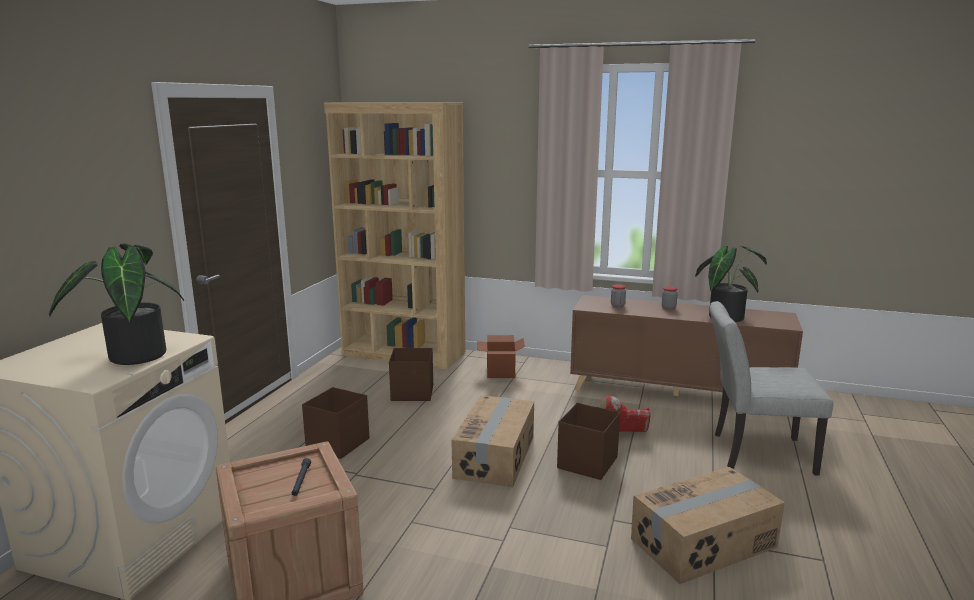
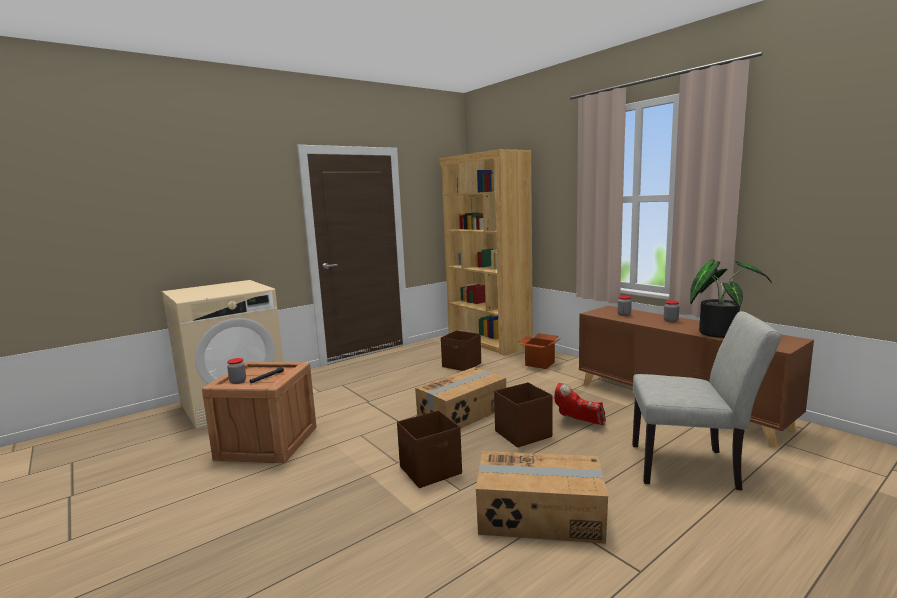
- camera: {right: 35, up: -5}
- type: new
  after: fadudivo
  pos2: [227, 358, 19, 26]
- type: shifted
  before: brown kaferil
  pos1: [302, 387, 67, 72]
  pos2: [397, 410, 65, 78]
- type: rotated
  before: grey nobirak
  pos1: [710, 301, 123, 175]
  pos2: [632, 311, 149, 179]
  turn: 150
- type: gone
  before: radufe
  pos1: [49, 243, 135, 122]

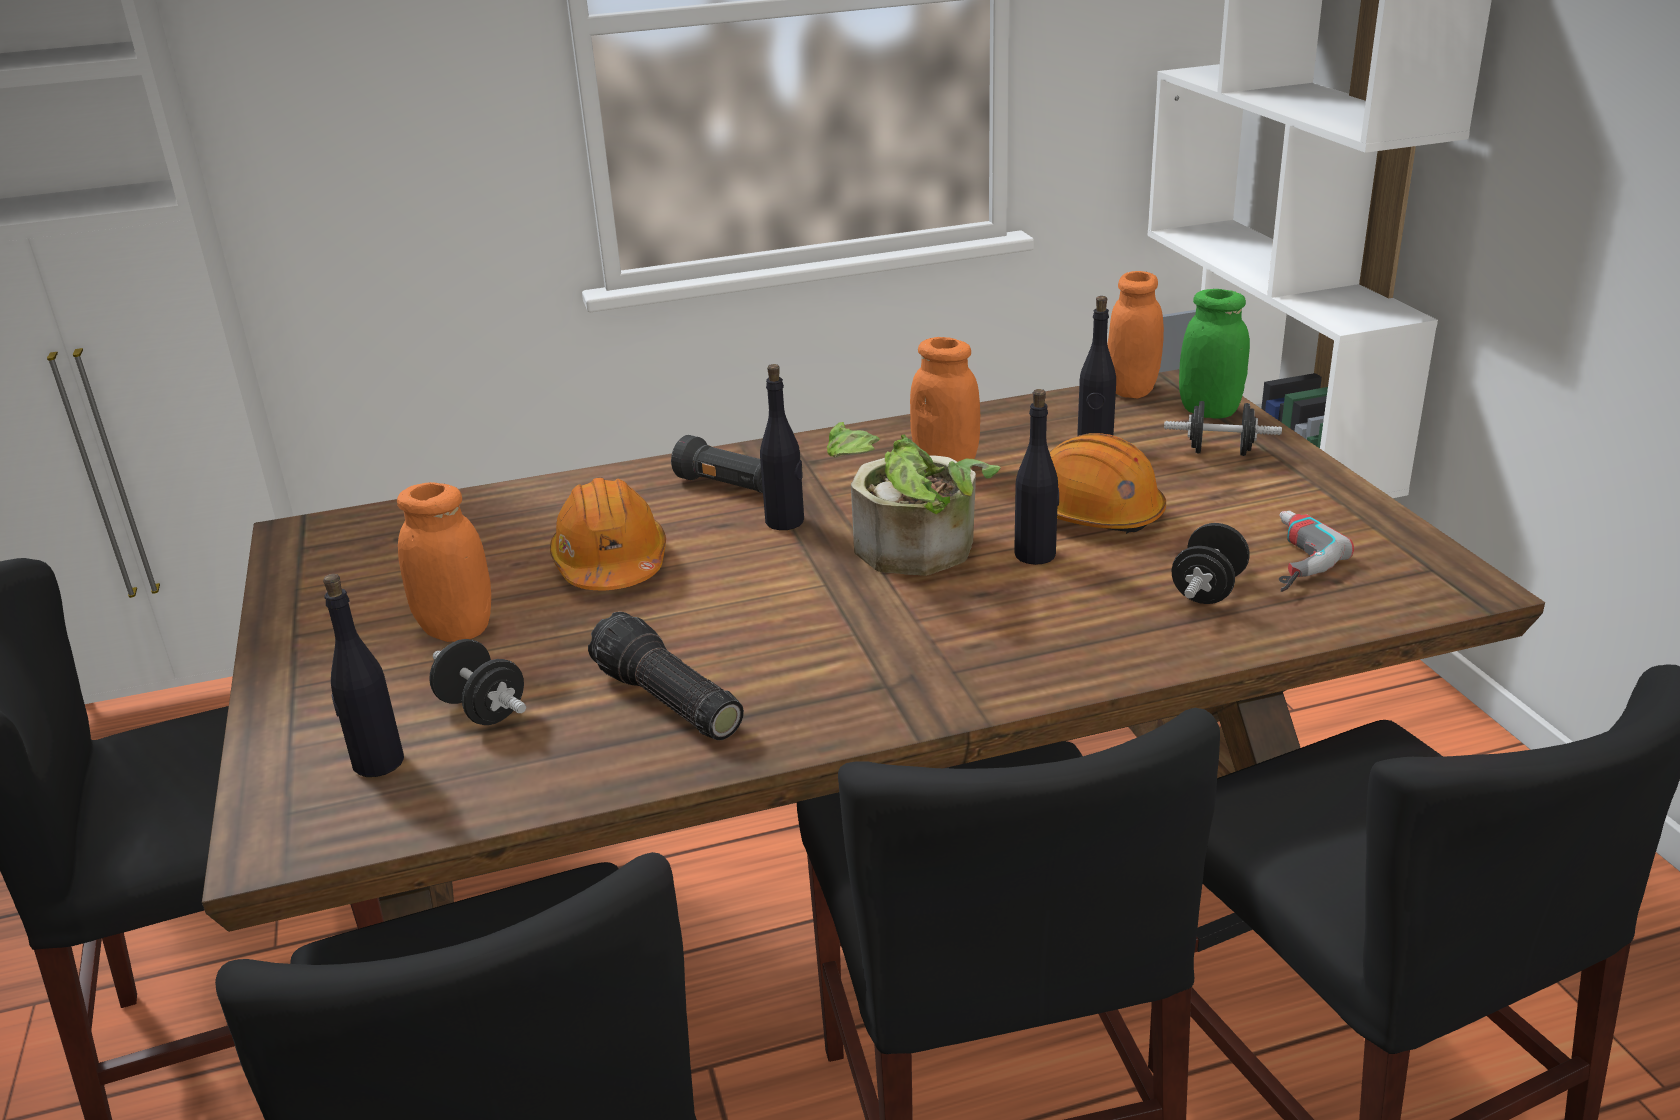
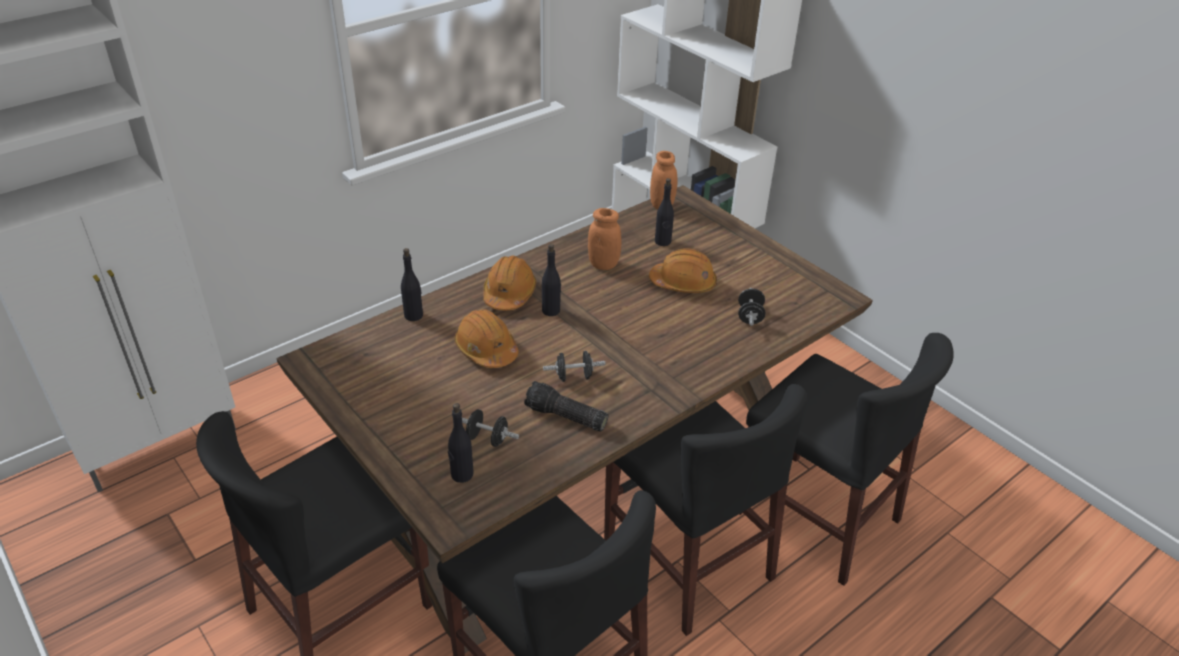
- camera: {right: -25, up: 10}
- type: shifted
  before: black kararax
  pos1: [1014, 389, 45, 176]
  pos2: [401, 248, 22, 73]
- type: swapped
  before: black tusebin
  after: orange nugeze
  pos1: [671, 435, 92, 58]
  pos2: [483, 256, 53, 54]
- type: shifted
  before: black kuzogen
  pos1: [1164, 401, 118, 55]
  pos2: [543, 351, 63, 31]
- type: gone
  before: orange fadudivo
  pos1: [397, 482, 94, 160]
- type: gone
  before: radufe
  pos1: [827, 422, 174, 154]
- type: gone
  before: green fadudivo
  pos1: [1179, 289, 71, 130]
- type: gone
  before: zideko
  pos1: [1279, 511, 75, 81]

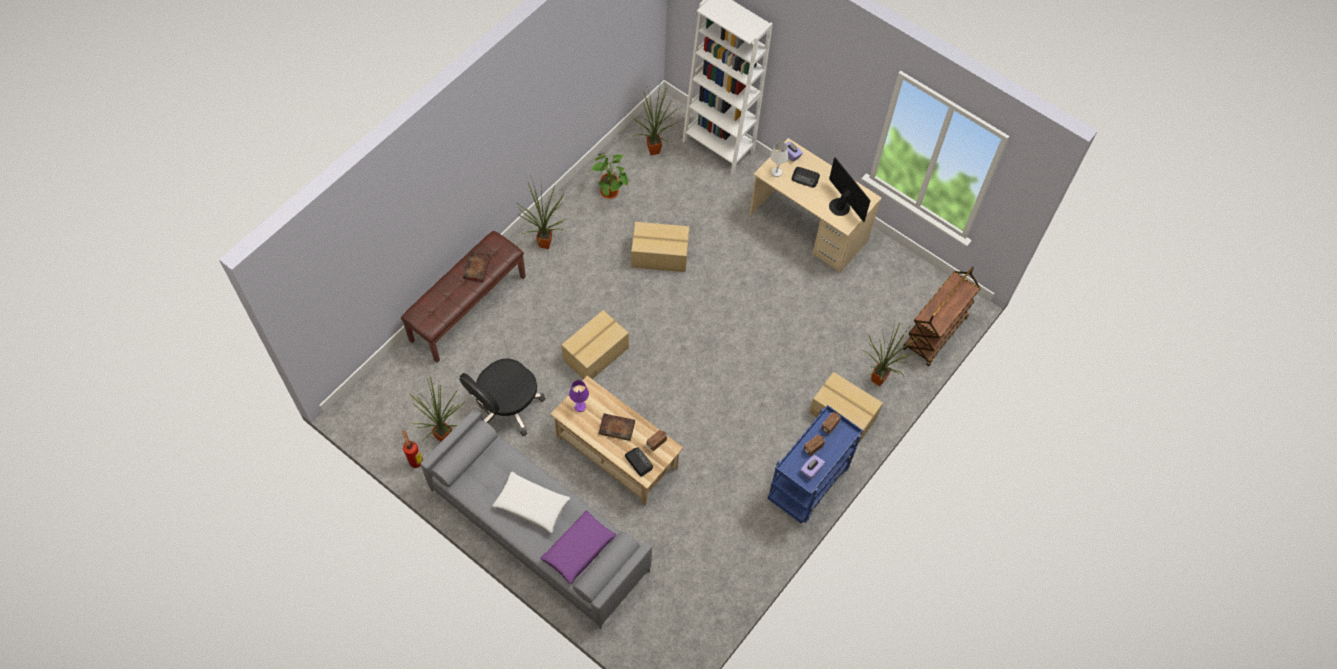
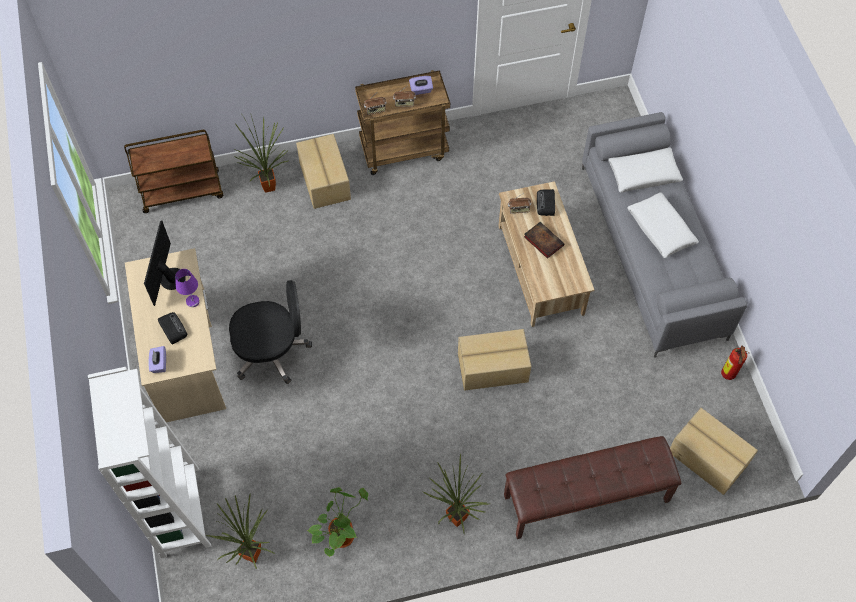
- camera: {right: -140, up: 0}
- type: shifted
  before: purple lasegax
  pos1: [569, 380, 20, 32]
  pos2: [175, 269, 25, 38]
- type: shifted
  before: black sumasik
  pos1: [459, 359, 87, 77]
  pos2: [229, 280, 83, 104]
- type: repainted
  before: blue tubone
  after: brown tubone
  pos1: [767, 405, 96, 119]
  pos2: [355, 70, 95, 105]
- type: repainted
  before: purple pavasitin
  after: white pavasitin
  pos1: [540, 510, 76, 74]
  pos2: [608, 148, 75, 44]
- type: shifted
  before: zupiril
  pos1: [631, 222, 59, 50]
  pos2: [670, 408, 88, 87]
- type: gone
  before: radufe
  pos1: [410, 376, 55, 66]
- type: gone
  before: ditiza
  pos1: [463, 251, 28, 32]
- type: gone
  before: white lasegax
  pos1: [770, 142, 18, 35]

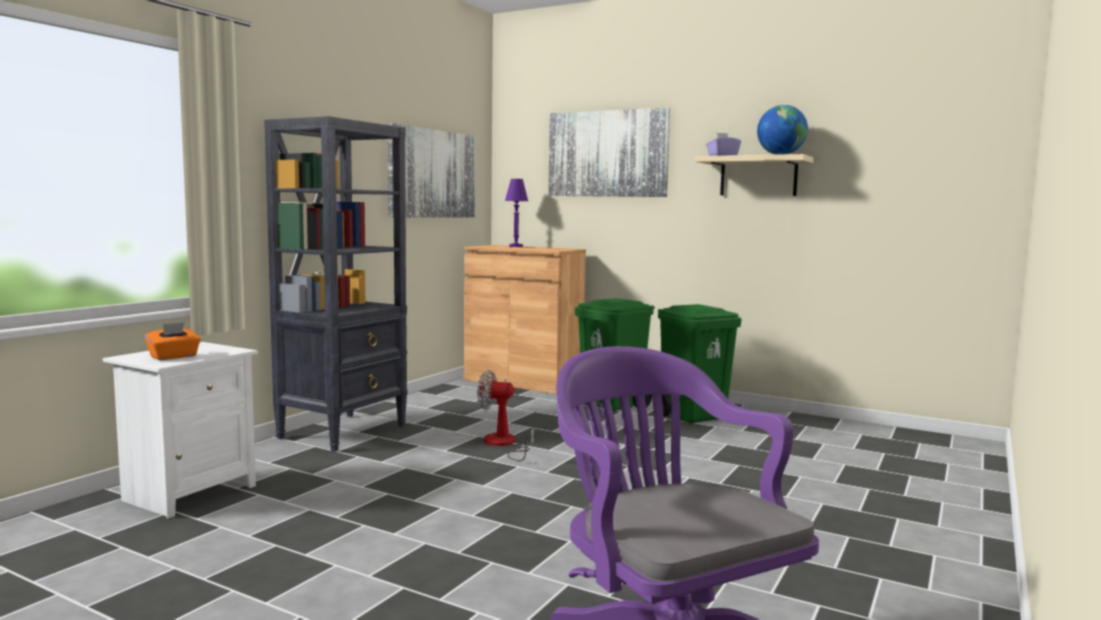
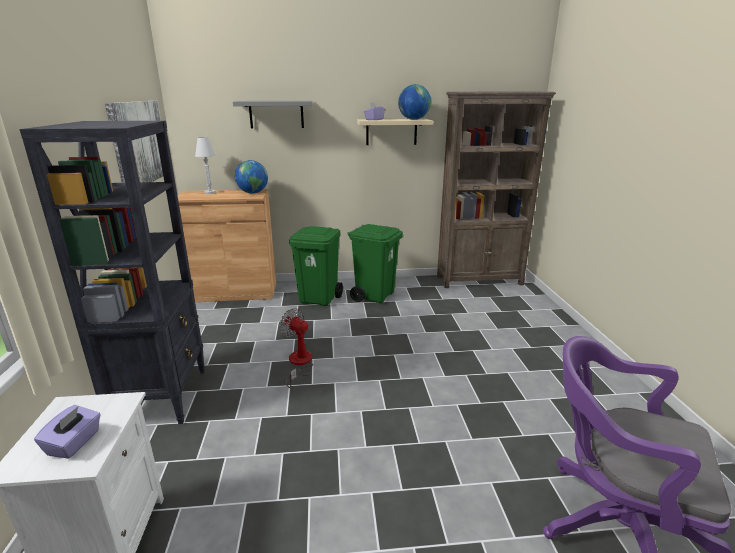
- camera: {right: -35, up: 15}
- type: repainted
  before: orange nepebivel
  after: purple nepebivel
  pos1: [145, 322, 56, 38]
  pos2: [34, 405, 67, 54]
- type: repainted
  before: purple lasegax
  after: white lasegax
  pos1: [505, 179, 23, 68]
  pos2: [195, 137, 21, 57]
- type: swapped
  before: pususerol
  after: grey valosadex
  pos1: [548, 108, 122, 89]
  pos2: [233, 101, 79, 28]
- type: new
  after: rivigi
  pos2: [235, 160, 33, 33]
- type: rotated
  before: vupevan
  pos1: [477, 370, 57, 91]
  pos2: [280, 308, 34, 80]
  turn: 60
- type: new
  after: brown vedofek
  pos2: [437, 92, 119, 196]

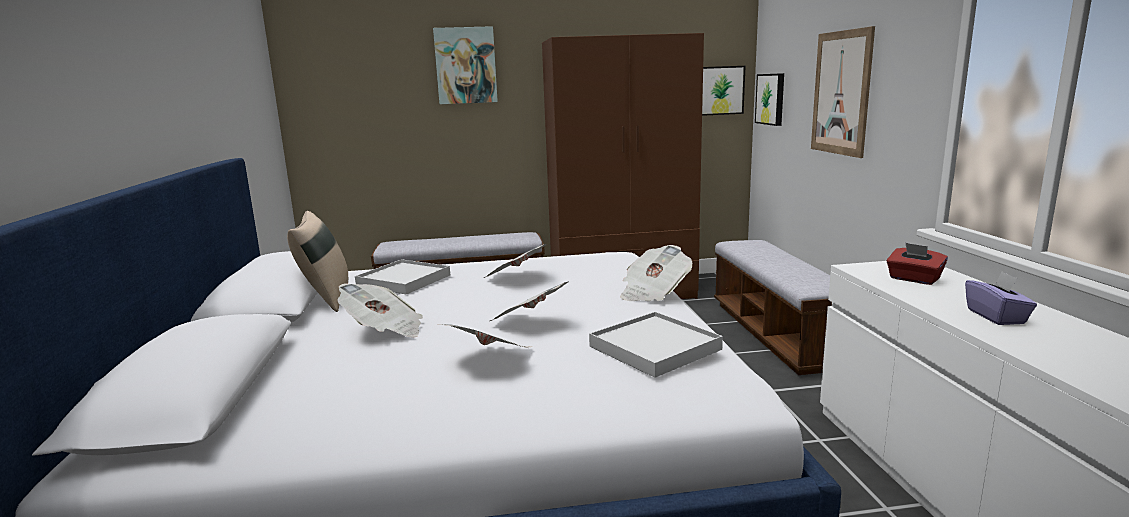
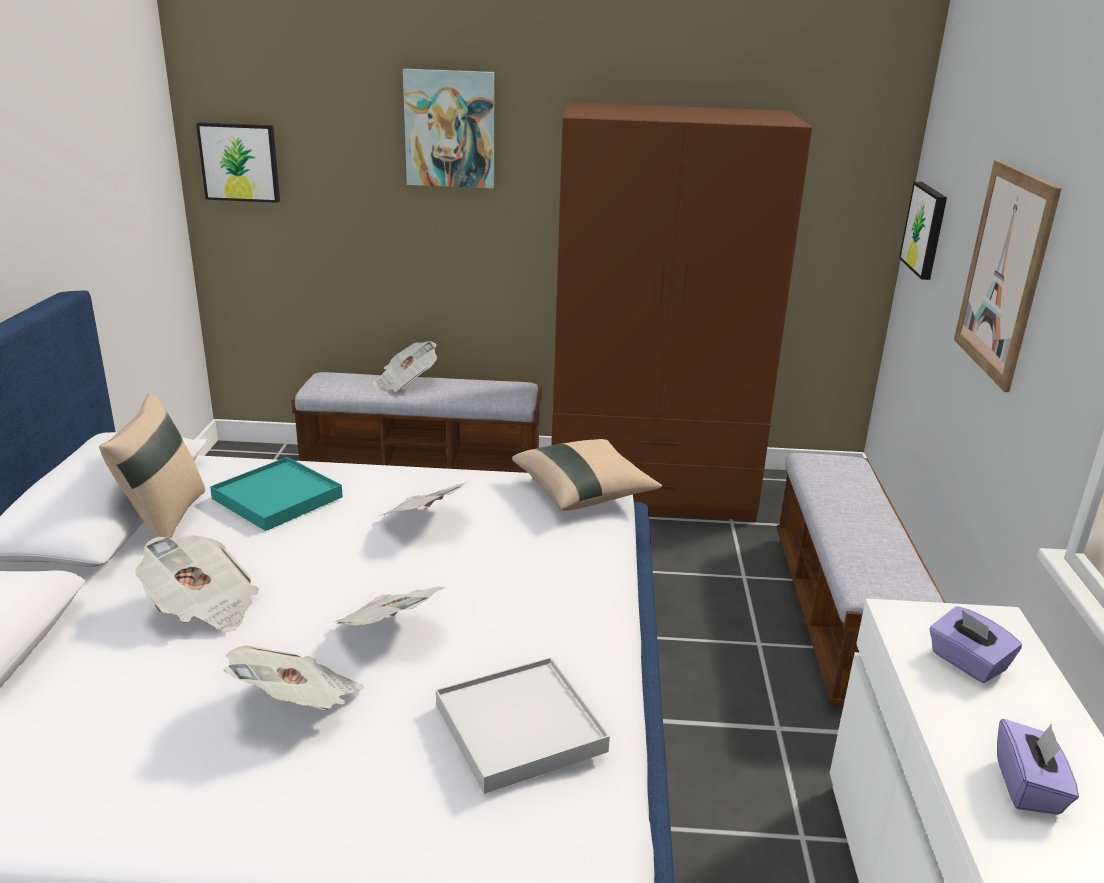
- camera: {right: 10, up: 10}
- type: shifted
  before: pususerol
  pos1: [702, 66, 44, 50]
  pos2: [196, 122, 84, 81]
- type: repainted
  before: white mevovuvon
  after: turquoise mevovuvon
  pos1: [355, 259, 95, 35]
  pos2: [210, 457, 133, 74]
- type: shifted
  before: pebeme
  pos1: [620, 245, 73, 56]
  pos2: [372, 341, 65, 50]
- type: new
  after: beige pavasitin
  pos2: [512, 439, 150, 72]
- type: repainted
  before: red nepebivel
  after: purple nepebivel
  pos1: [887, 243, 61, 42]
  pos2: [929, 606, 93, 77]

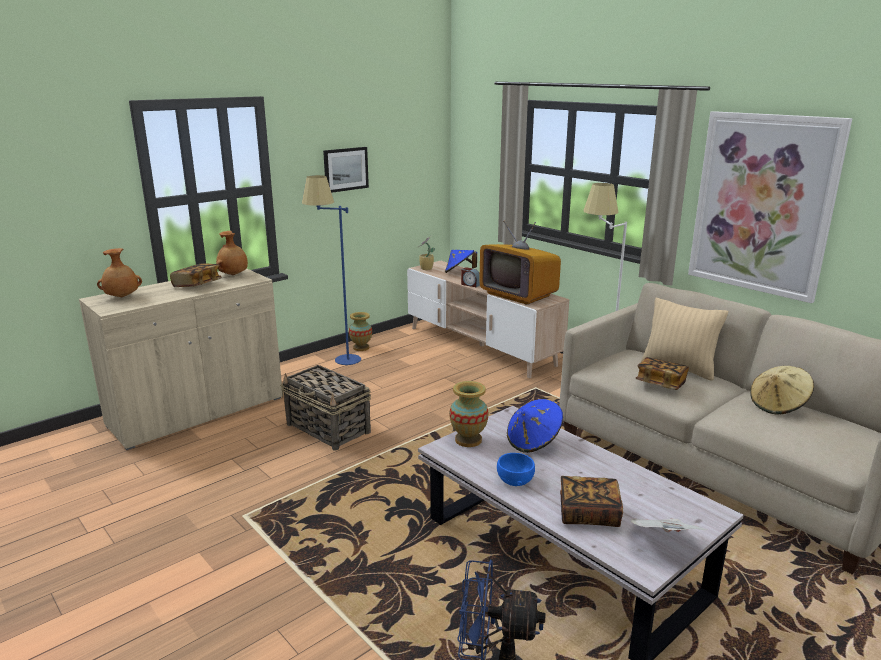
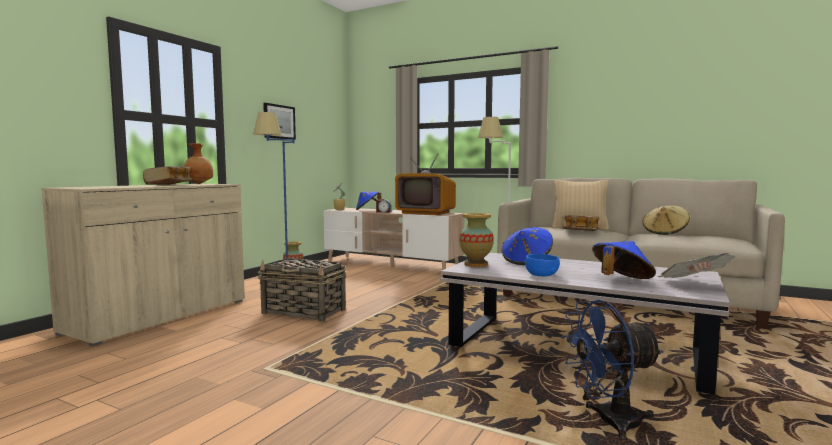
- camera: {right: -20, up: -15}
- type: swapped
  before: ditiza
  after: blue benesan
  pos1: [560, 476, 63, 51]
  pos2: [592, 241, 64, 38]
- type: gone
  before: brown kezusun
  pos1: [97, 248, 45, 49]
- type: gone
  before: pususerol
  pos1: [688, 111, 165, 192]

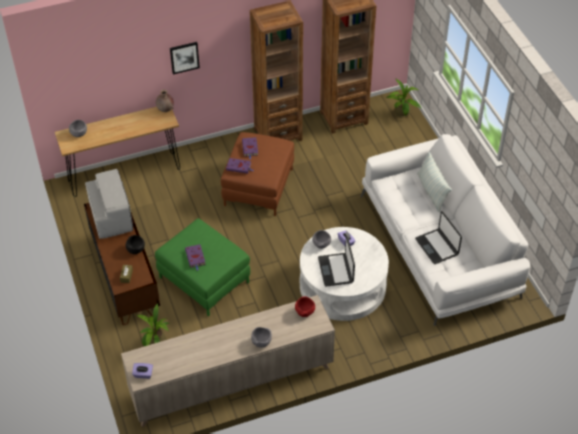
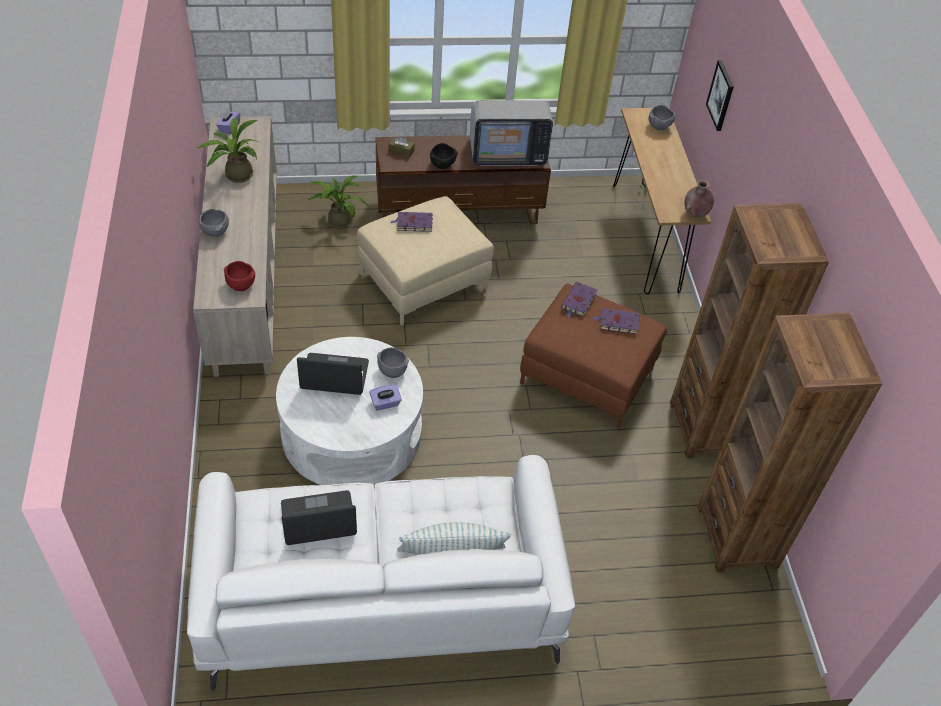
- camera: {right: 100, up: 0}
- type: shifted
  before: radufe
  pos1: [386, 79, 36, 39]
  pos2: [197, 118, 65, 65]
- type: repainted
  before: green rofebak
  after: beige rofebak
  pos1: [155, 218, 95, 99]
  pos2: [357, 196, 137, 130]
- type: shifted
  before: pususerol
  pos1: [170, 42, 30, 32]
  pos2: [706, 60, 28, 71]

